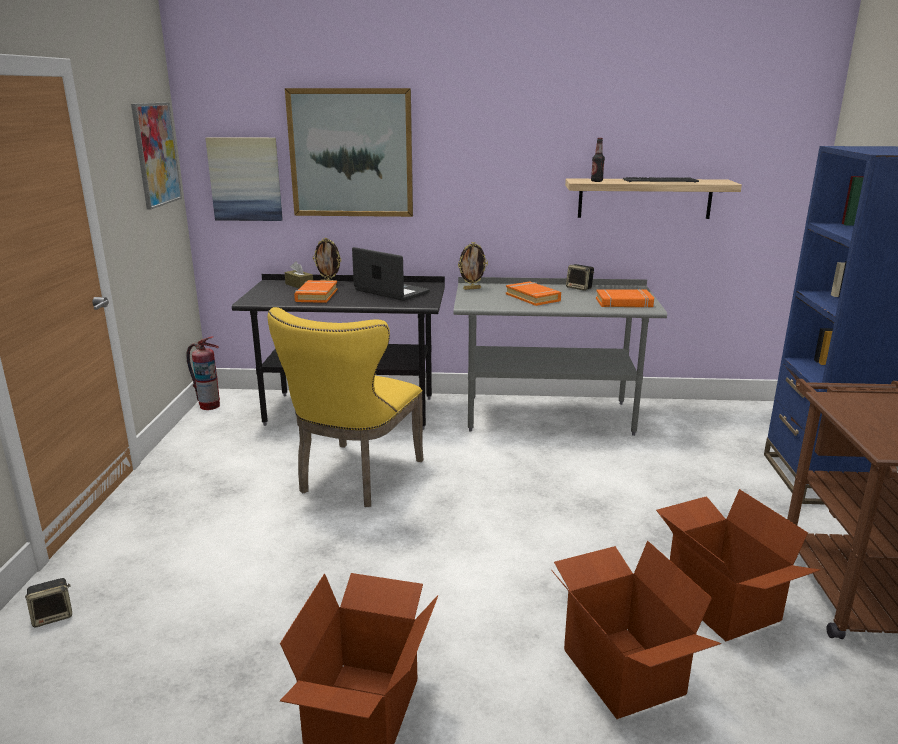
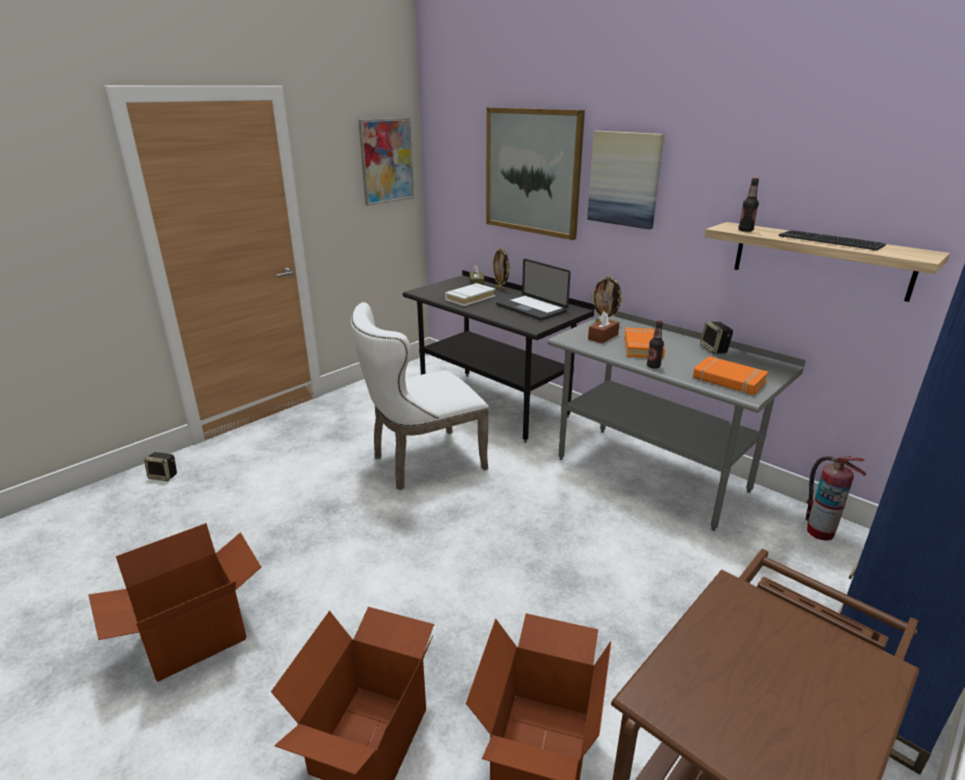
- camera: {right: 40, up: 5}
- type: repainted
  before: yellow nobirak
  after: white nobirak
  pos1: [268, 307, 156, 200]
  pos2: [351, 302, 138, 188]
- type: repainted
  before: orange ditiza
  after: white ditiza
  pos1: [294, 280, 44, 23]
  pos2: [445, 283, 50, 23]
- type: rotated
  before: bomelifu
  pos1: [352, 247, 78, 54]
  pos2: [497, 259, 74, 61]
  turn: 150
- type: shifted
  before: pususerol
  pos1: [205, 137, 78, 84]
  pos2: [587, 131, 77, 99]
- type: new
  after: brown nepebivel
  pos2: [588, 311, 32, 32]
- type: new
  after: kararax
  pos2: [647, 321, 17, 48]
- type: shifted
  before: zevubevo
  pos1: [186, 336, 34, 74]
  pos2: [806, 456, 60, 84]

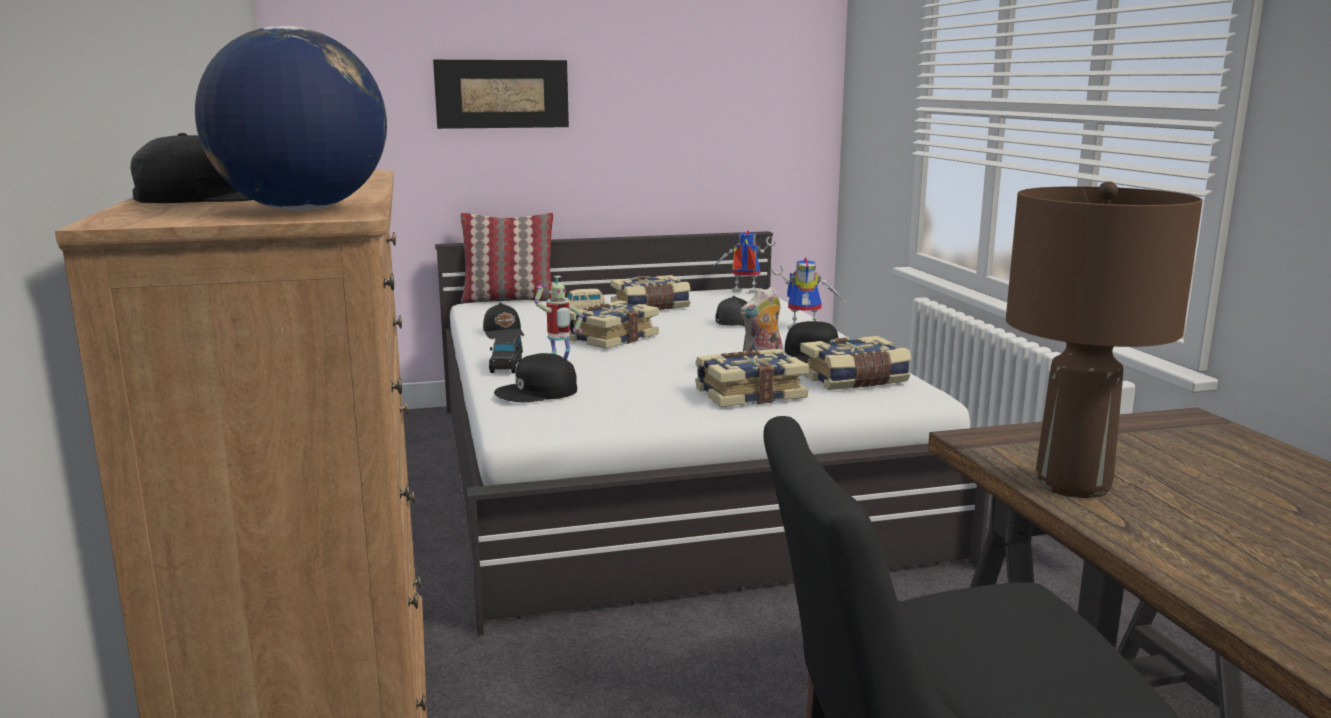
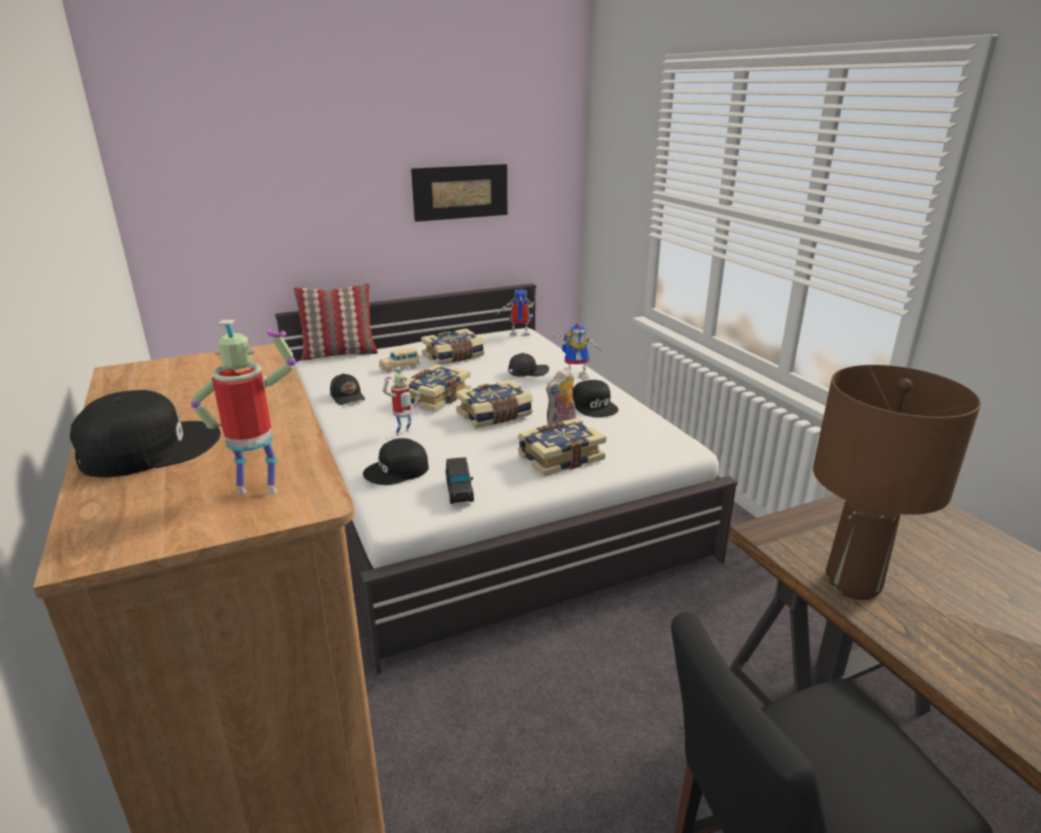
- camera: {right: -10, up: 10}
- type: swapped
  before: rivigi
  after: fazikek
  pos1: [195, 26, 192, 185]
  pos2: [191, 320, 105, 175]
- type: shifted
  before: pususerol
  pos1: [433, 60, 136, 69]
  pos2: [411, 164, 96, 58]
- type: shifted
  before: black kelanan
  pos1: [489, 333, 34, 40]
  pos2: [445, 457, 29, 47]
- type: shifted
  before: ditiza
  pos1: [800, 336, 112, 54]
  pos2: [455, 380, 78, 48]

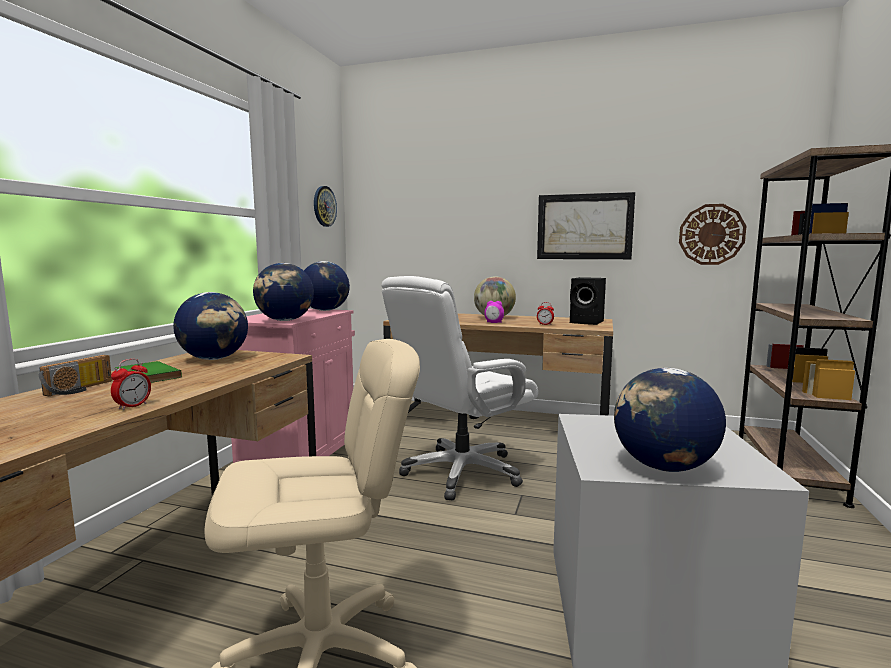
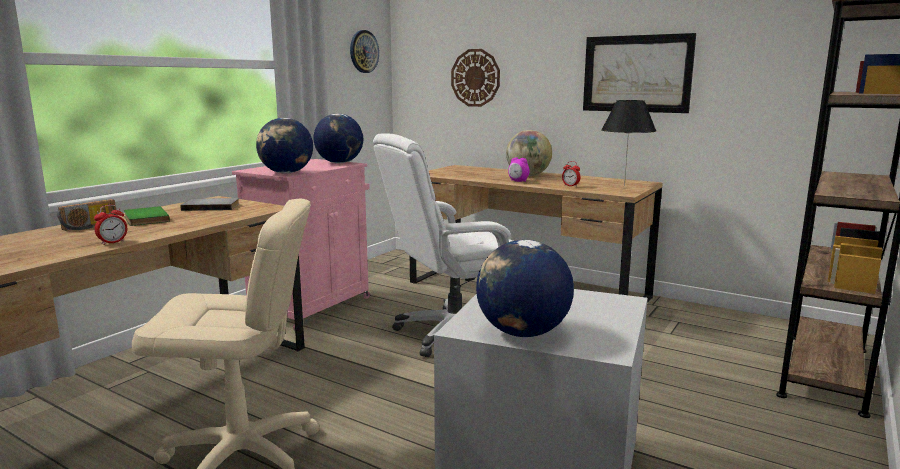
- camera: {right: 15, up: 5}
- type: swapped
  before: rivigi
  after: grey ditiza
  pos1: [173, 292, 75, 68]
  pos2: [180, 198, 59, 13]
- type: shifted
  before: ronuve
  pos1: [679, 204, 67, 61]
  pos2: [451, 49, 49, 58]
- type: swapped
  before: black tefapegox
  after: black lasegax
  pos1: [570, 277, 36, 48]
  pos2: [601, 100, 55, 86]

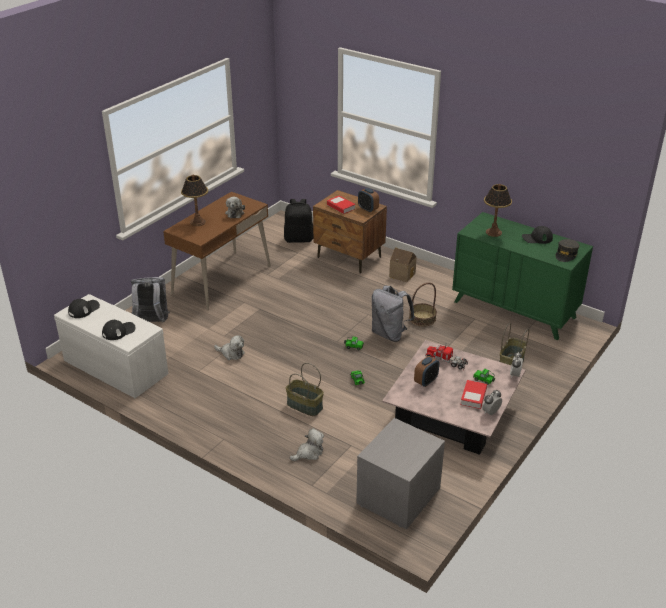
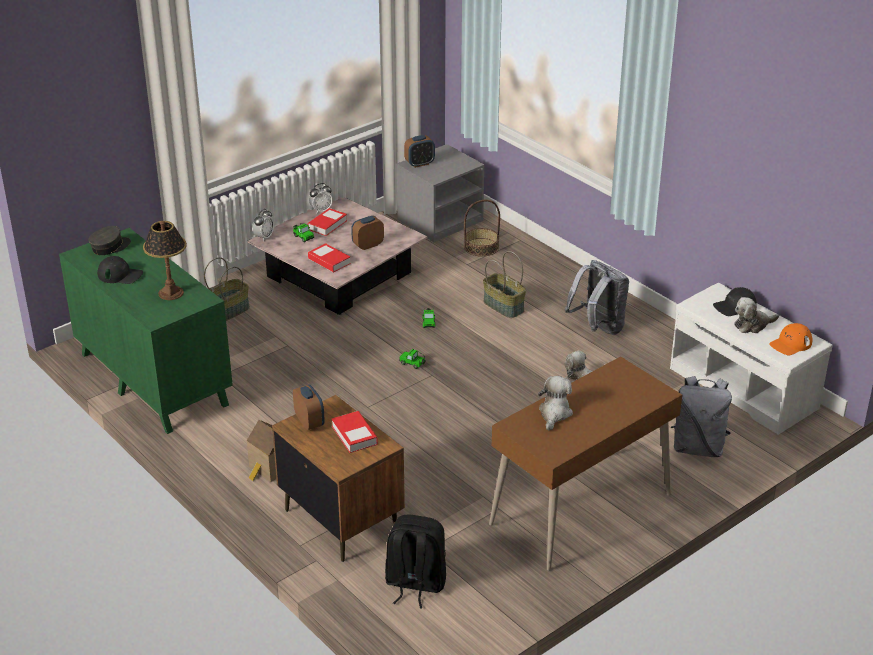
- camera: {right: -165, up: 0}
- type: swapped
  before: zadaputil
  after: ditiza
  pos1: [425, 344, 43, 26]
  pos2: [308, 243, 43, 29]
- type: new
  after: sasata
  pos2: [404, 135, 31, 33]
- type: shifted
  before: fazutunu
  pos1: [409, 283, 28, 44]
  pos2: [464, 199, 36, 58]
- type: shifted
  before: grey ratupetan
  pos1: [372, 286, 43, 56]
  pos2: [565, 260, 64, 75]
- type: shifted
  before: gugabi
  pos1: [289, 428, 35, 33]
  pos2: [734, 297, 45, 36]
- type: repainted
  before: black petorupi
  after: orange petorupi
  pos1: [68, 299, 32, 19]
  pos2: [769, 323, 44, 32]
- type: gone
  before: lasegax
  pos1: [181, 175, 27, 51]

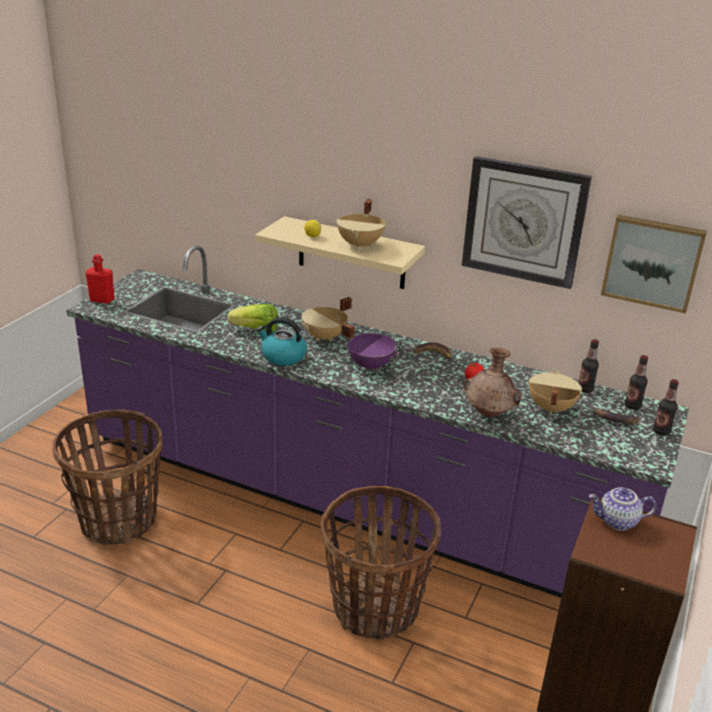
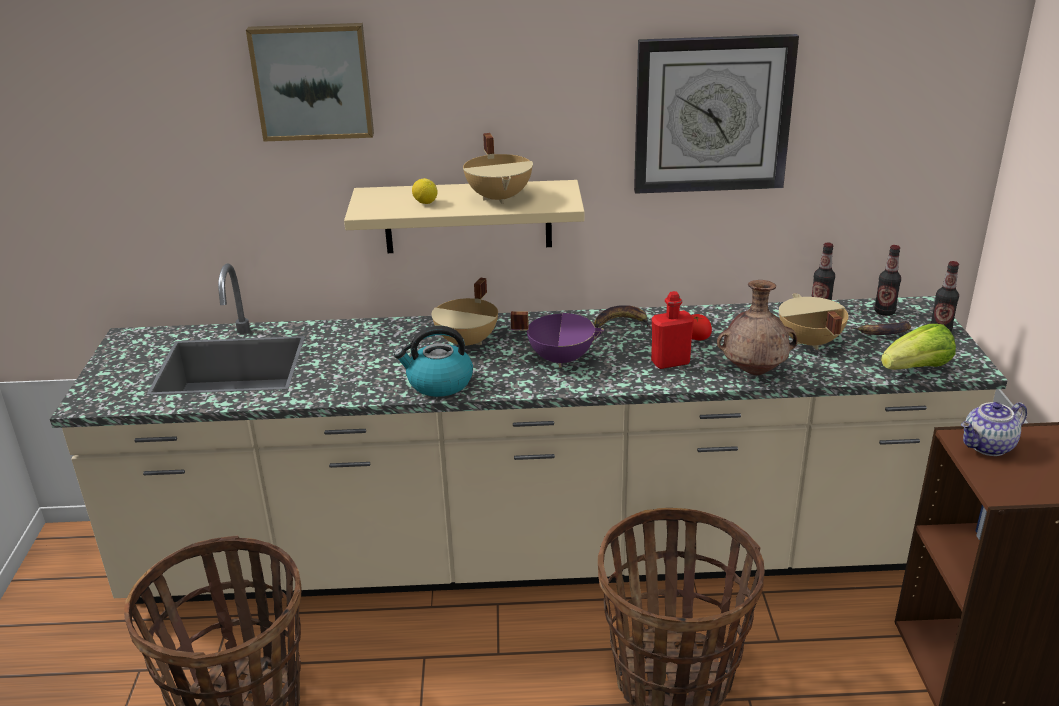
- camera: {right: -25, up: 0}
- type: repainted
  before: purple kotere
  after: beige kotere
  pos1: [66, 245, 623, 353]
  pos2: [50, 264, 958, 340]
- type: shifted
  before: pususerol
  pos1: [601, 215, 106, 99]
  pos2: [246, 23, 128, 119]
- type: shifted
  before: red kararax
  pos1: [86, 254, 29, 50]
  pos2: [651, 291, 43, 78]
- type: shifted
  before: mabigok
  pos1: [227, 304, 51, 28]
  pos2: [881, 324, 75, 45]

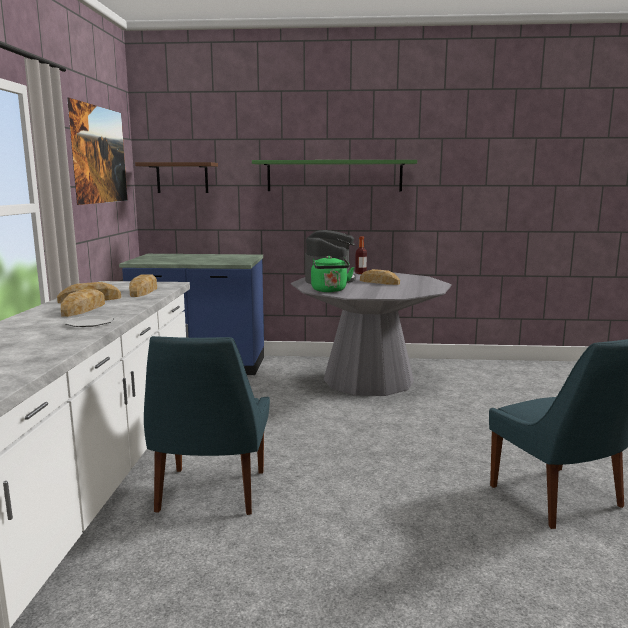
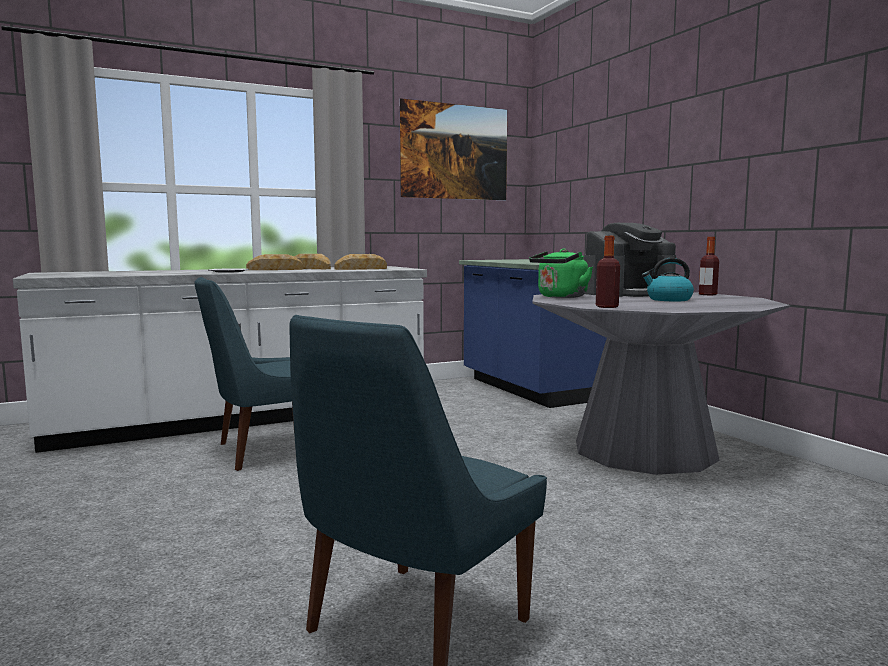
- camera: {right: 60, up: -5}
- type: new
  after: kararax
  pos2: [596, 236, 24, 72]
- type: swapped
  before: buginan
  after: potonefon
  pos1: [360, 269, 40, 16]
  pos2: [642, 258, 52, 43]
- type: gone
  before: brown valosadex
  pos1: [135, 162, 83, 31]
- type: gone
  before: green valosadex
  pos1: [252, 160, 165, 31]

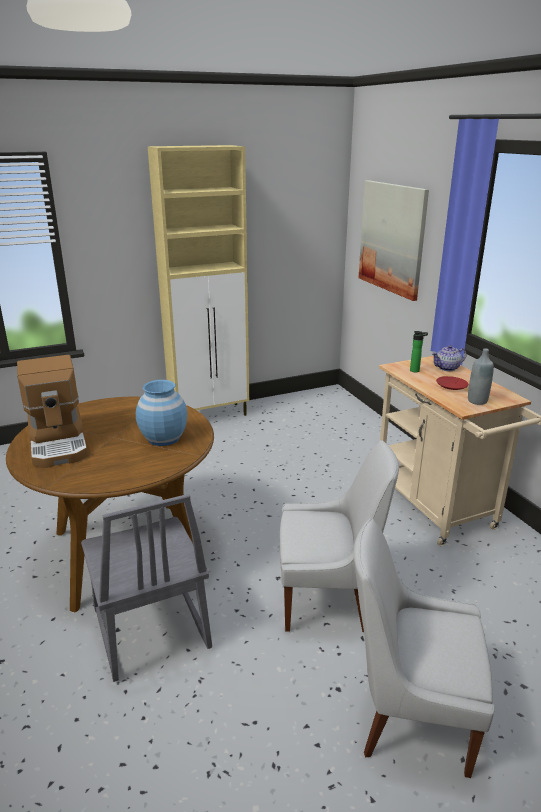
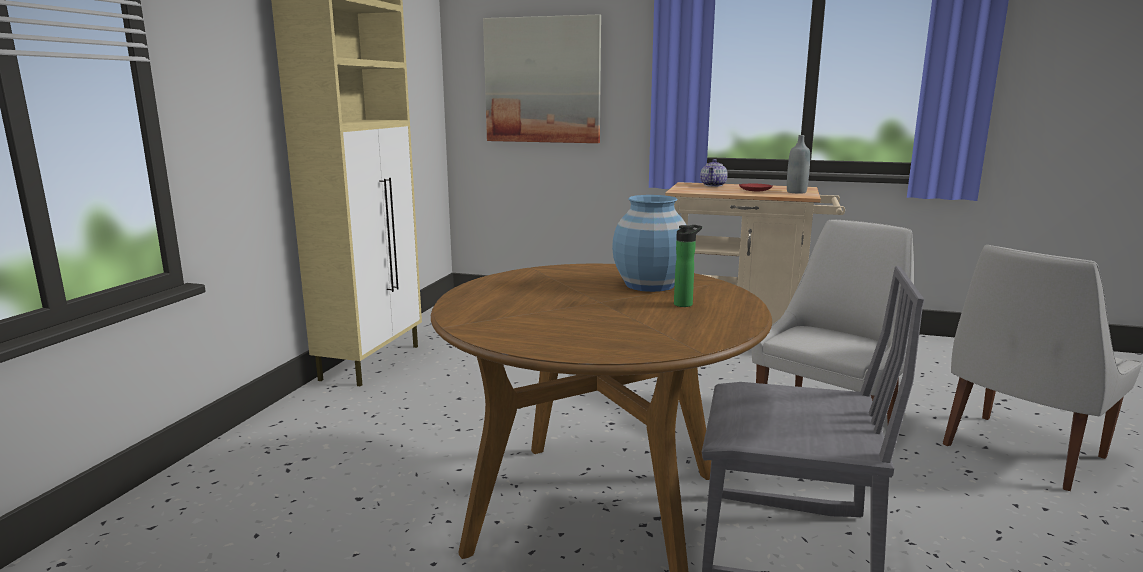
- camera: {right: -50, up: -10}
- type: shifted
  before: kararax
  pos1: [410, 331, 18, 41]
  pos2: [674, 225, 28, 82]
- type: gone
  before: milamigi
  pos1: [17, 355, 71, 113]

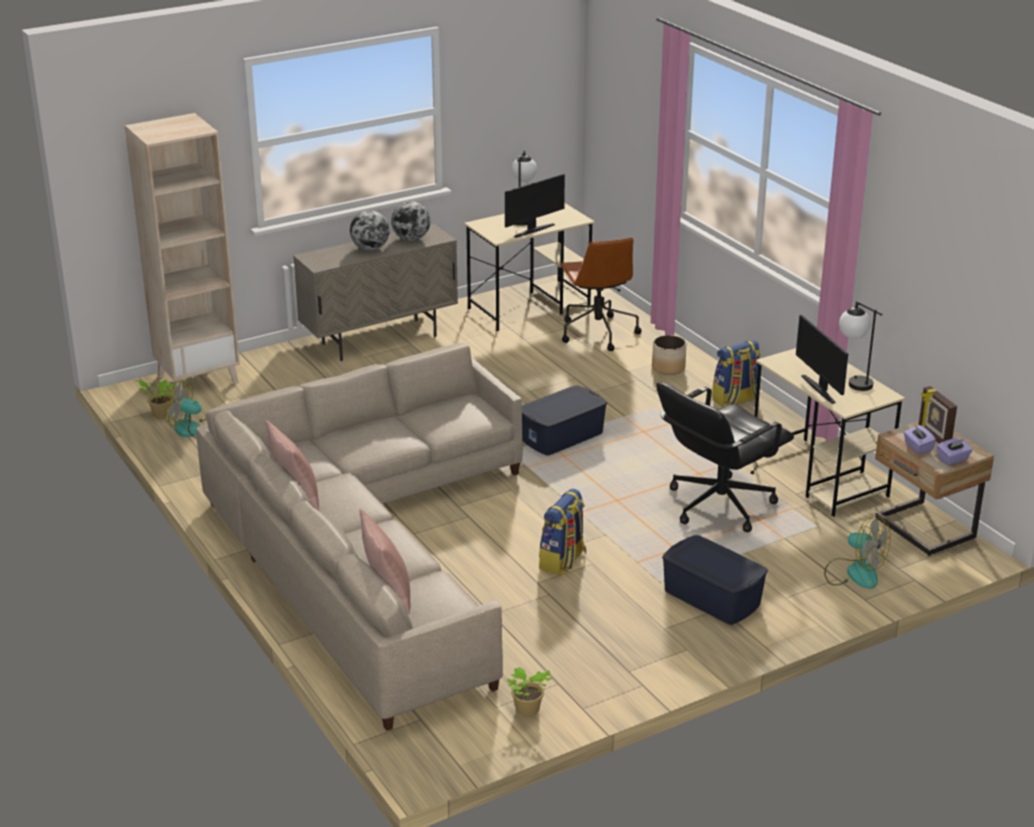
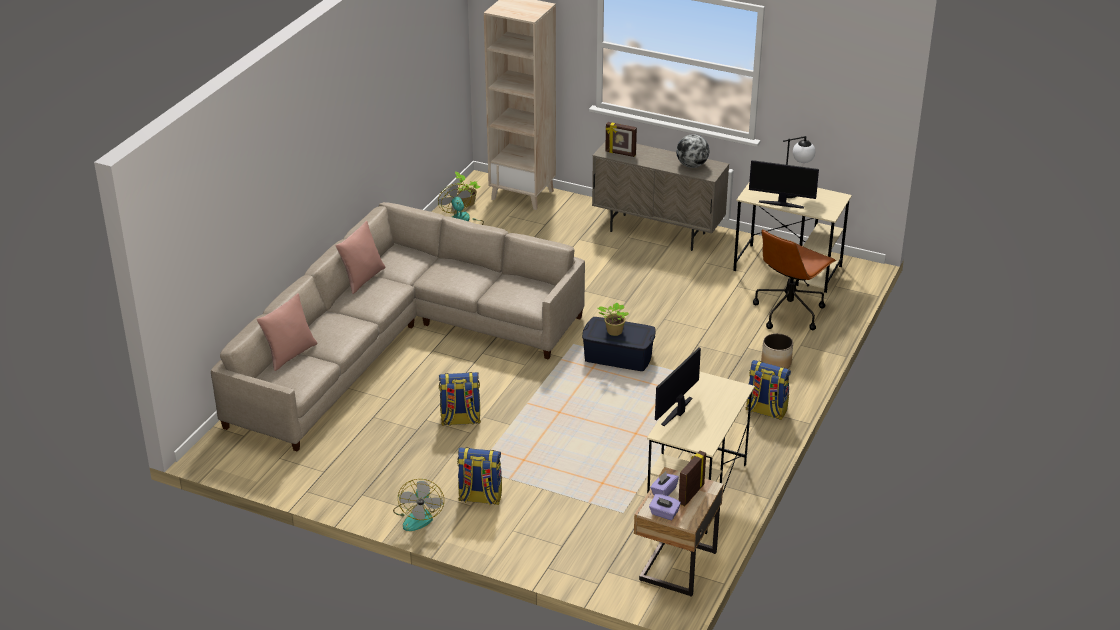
- camera: {right: 55, up: 5}
- type: shifted
  before: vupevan
  pos1: [824, 516, 67, 73]
  pos2: [393, 479, 51, 52]
- type: swapped
  before: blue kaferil
  after: ratupetan
  pos1: [662, 535, 106, 90]
  pos2: [457, 447, 45, 58]
- type: shifted
  before: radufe
  pos1: [507, 667, 45, 50]
  pos2: [598, 303, 31, 33]
- type: new
  after: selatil
  pos2: [605, 122, 32, 35]
- type: gone
  before: rivigi
  pos1: [350, 210, 40, 40]
- type: gone
  before: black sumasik
  pos1: [656, 382, 138, 150]
- type: gone
  before: lasegax
  pos1: [839, 301, 44, 90]

